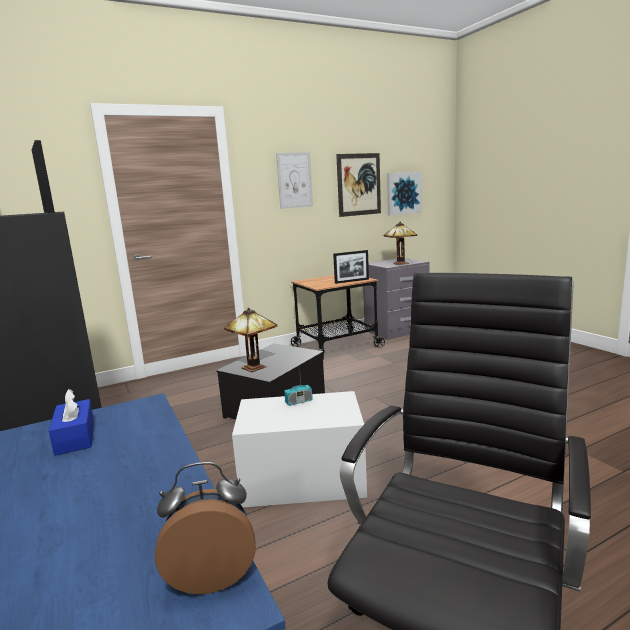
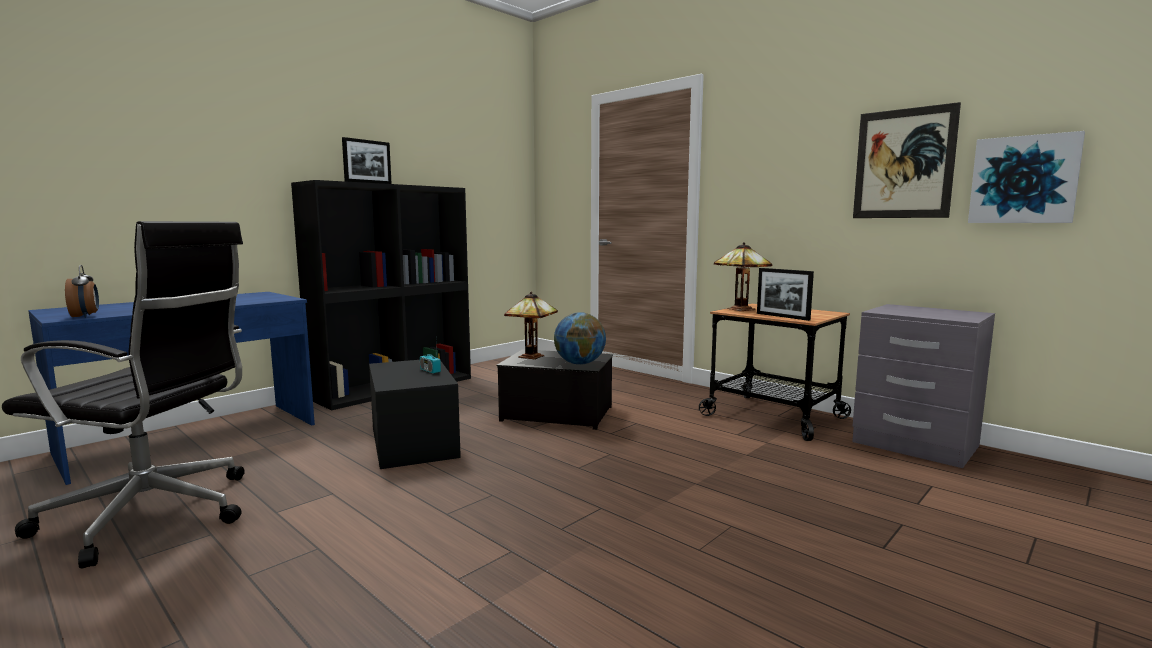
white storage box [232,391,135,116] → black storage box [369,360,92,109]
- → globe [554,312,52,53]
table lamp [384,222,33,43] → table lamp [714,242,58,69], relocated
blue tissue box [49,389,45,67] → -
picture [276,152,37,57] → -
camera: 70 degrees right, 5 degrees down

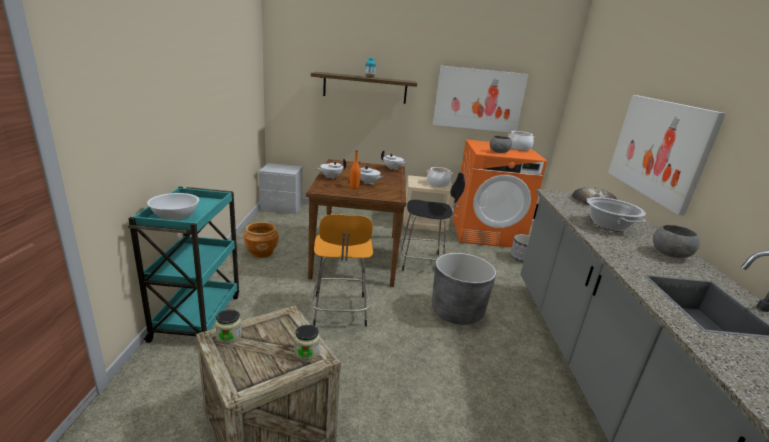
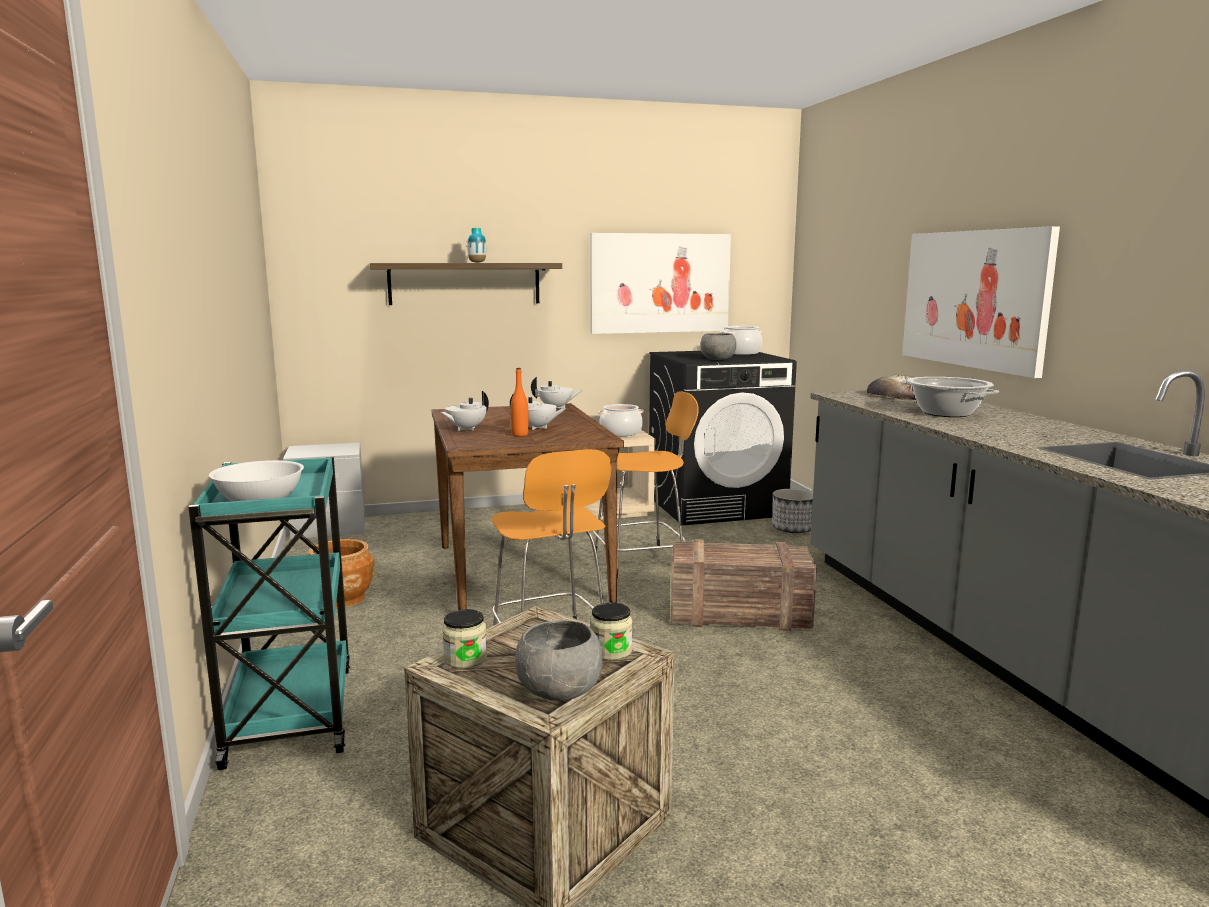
grey bowl [653,225,47,33] → grey bowl [515,620,88,81], relocated
black stool [400,173,65,98] → orange stool [593,391,106,187]
orange washing machine [453,139,94,109] → black washing machine [649,351,148,174]
grey planter [432,253,64,72] → crate [671,539,146,92]
camera: 15 degrees left, 10 degrees down

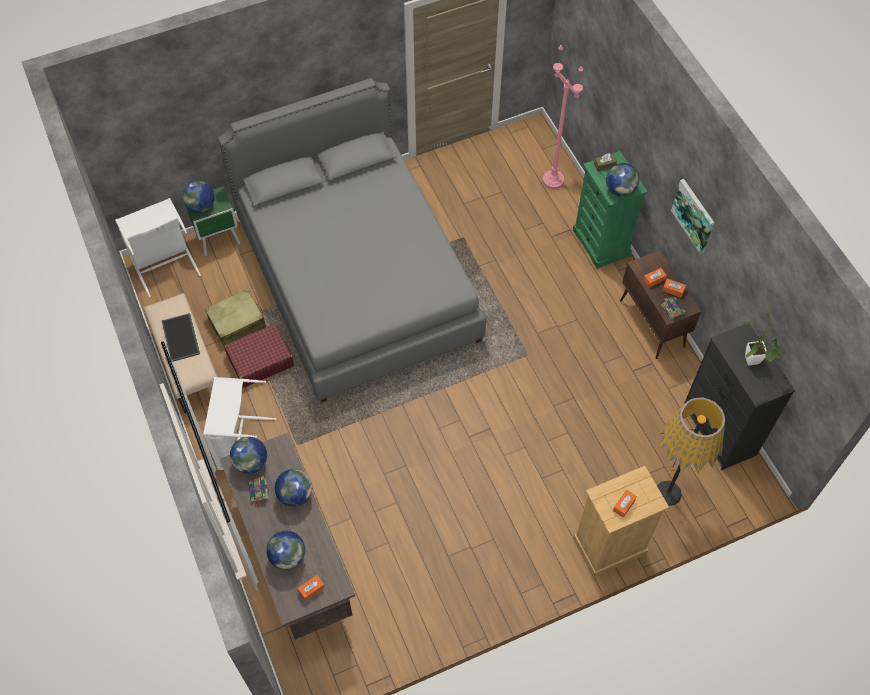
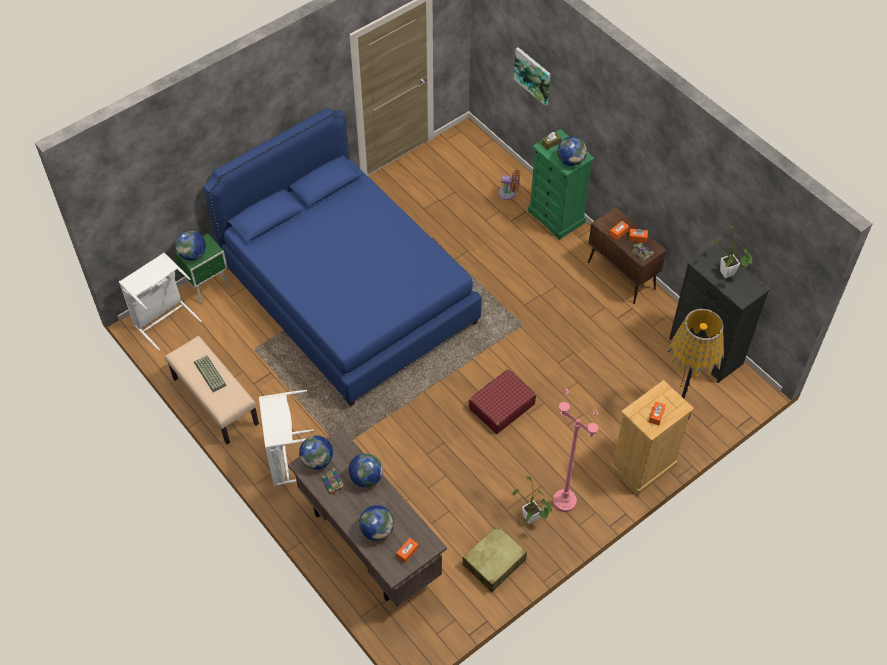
tray [162,313,38,48] → keyboard [194,355,32,37]
grey bed [218,78,268,324] → blue bed [203,108,279,298]
beige suitcase [205,289,61,57] → beige suitcase [463,525,64,67], relocated
red suitcase [224,324,70,63] → red suitcase [469,369,67,65], relocated
- → brown fan [498,170,22,30]
- → potted plant [512,476,40,48]
picture [671,179,43,75] → picture [514,47,37,59], relocated
pink floor lamp [543,45,40,145] → pink floor lamp [553,389,46,123], relocated
camera: 15 degrees left, 5 degrees down

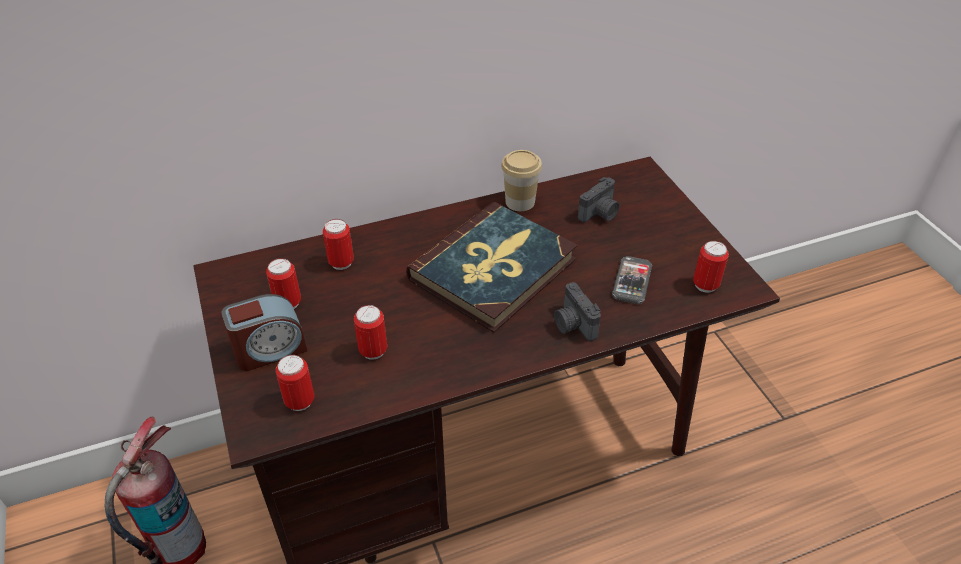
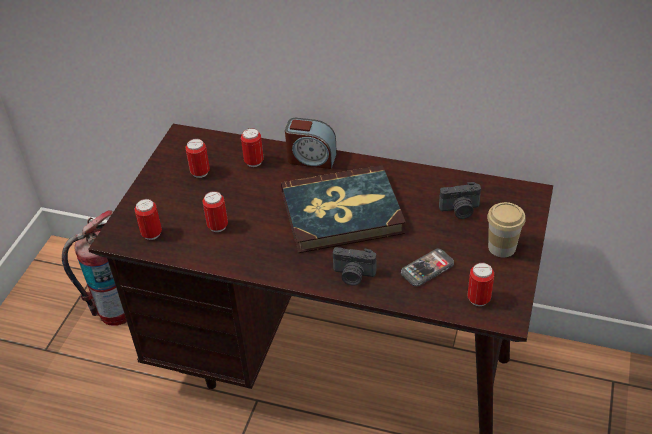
alarm clock [221,294,87,77] → alarm clock [285,118,52,51], relocated
photo camera [554,282,47,59] → photo camera [333,247,43,39], 90 degrees counterclockwise
cup [501,150,41,61] → cup [487,202,39,56], relocated
camera: 40 degrees right, 0 degrees up

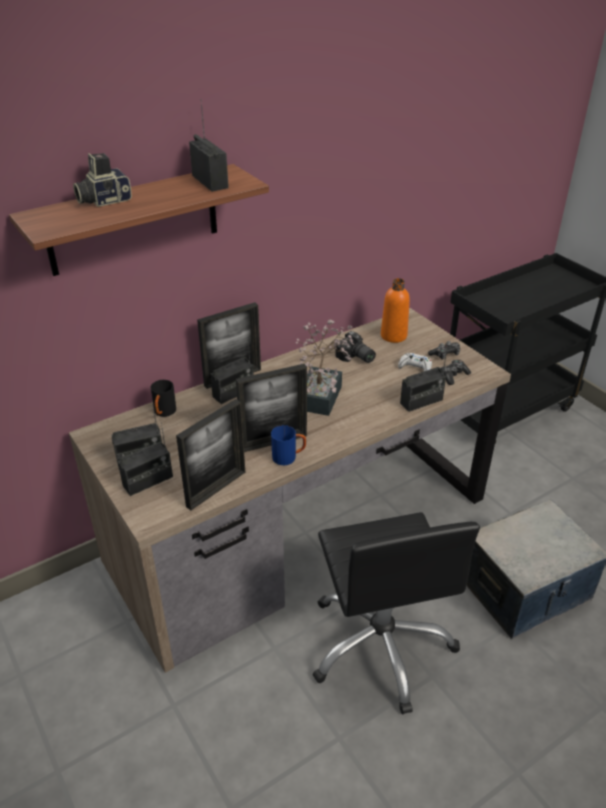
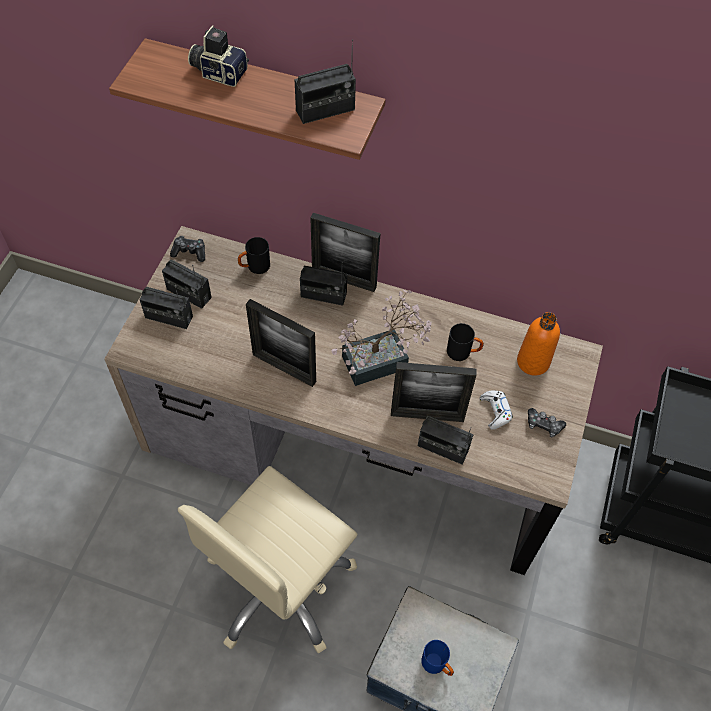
game controller [440,360,31,25] → game controller [170,236,35,26], relocated
black office chair [313,512,167,202] → beige office chair [178,466,179,187]
radio [189,99,40,93] → radio [294,39,62,85], 45 degrees clockwise
picture frame [176,399,69,111] → picture frame [391,362,86,60], relocated
blue mug [271,425,35,40] → blue mug [421,640,33,36], relocated
photo camera [335,331,41,32] → black mug [447,323,37,38]
camera: 50 degrees right, 20 degrees up

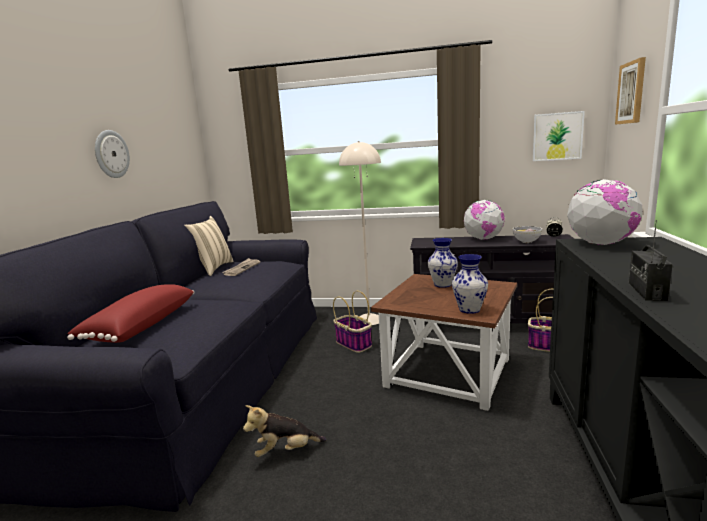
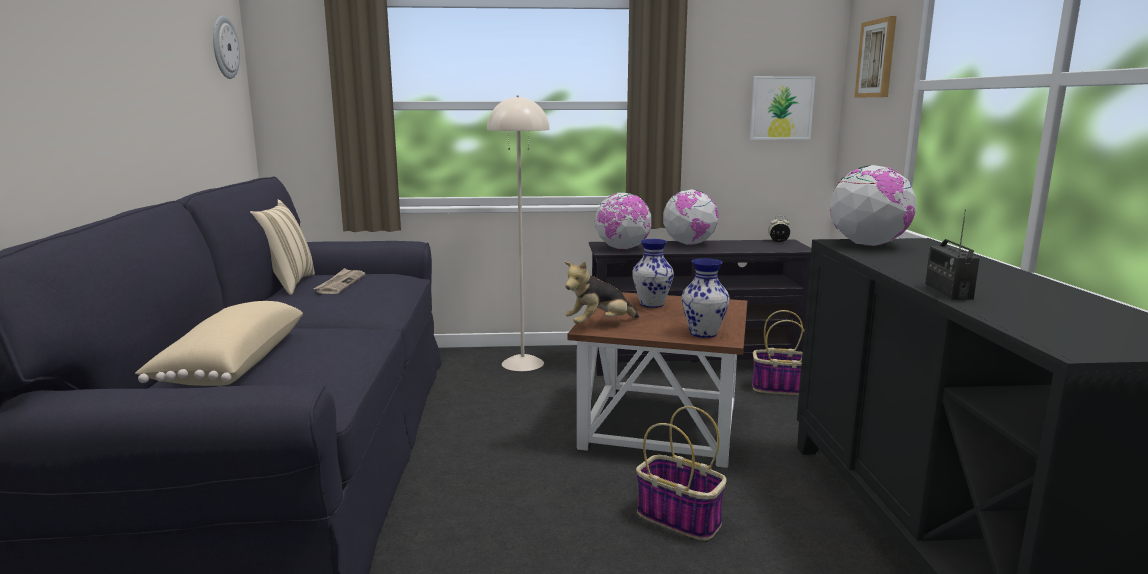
red pillow [67,284,128,59] → beige pillow [135,301,168,85]
wall clock [95,130,35,48] → wall clock [213,16,27,63], relocated
plush toy [243,405,83,52] → plush toy [565,261,74,63], relocated
- → globe [595,193,57,56]
basket [333,291,39,62] → basket [636,406,91,135], relocated
bowl [513,226,29,17] → -
camera: 15 degrees left, 0 degrees up

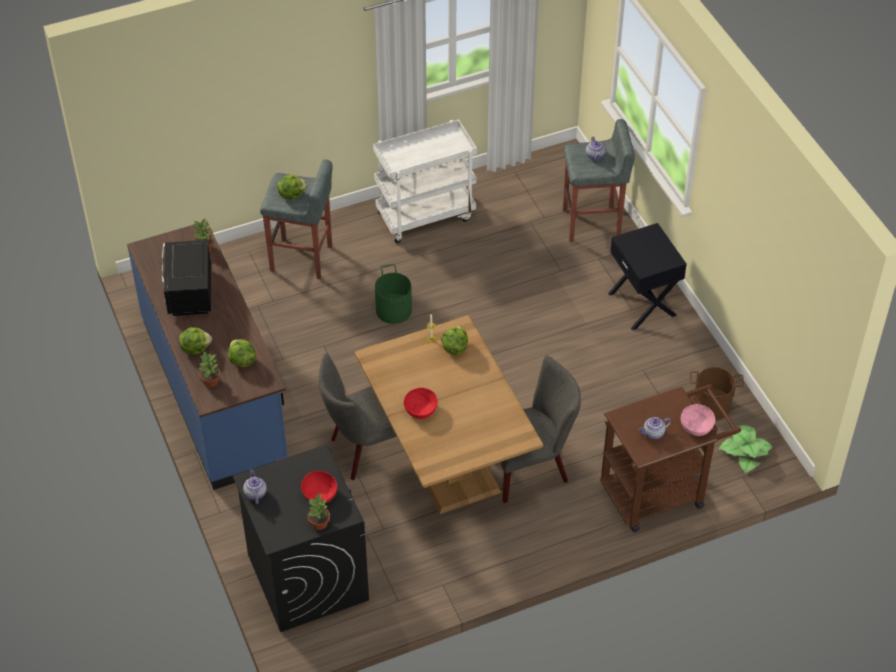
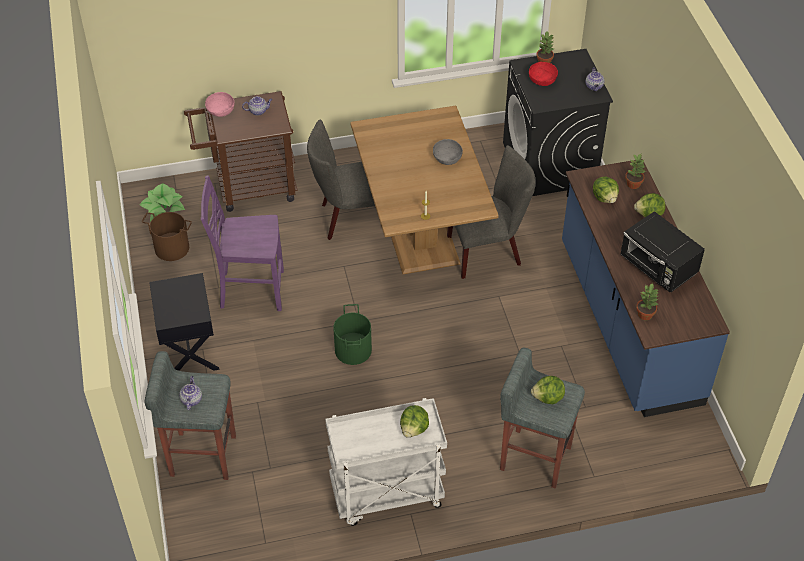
- → purple chair [201,176,83,135]
green bucket [375,264,37,60] → green bucket [333,304,39,61], relocated
lettuce [441,326,27,29] → lettuce [400,405,29,33], relocated
red bowl [404,388,34,31] → grey bowl [433,139,30,26]
black microwave [162,240,49,76] → black microwave [620,211,85,81], 135 degrees clockwise
camera: 170 degrees left, 0 degrees up

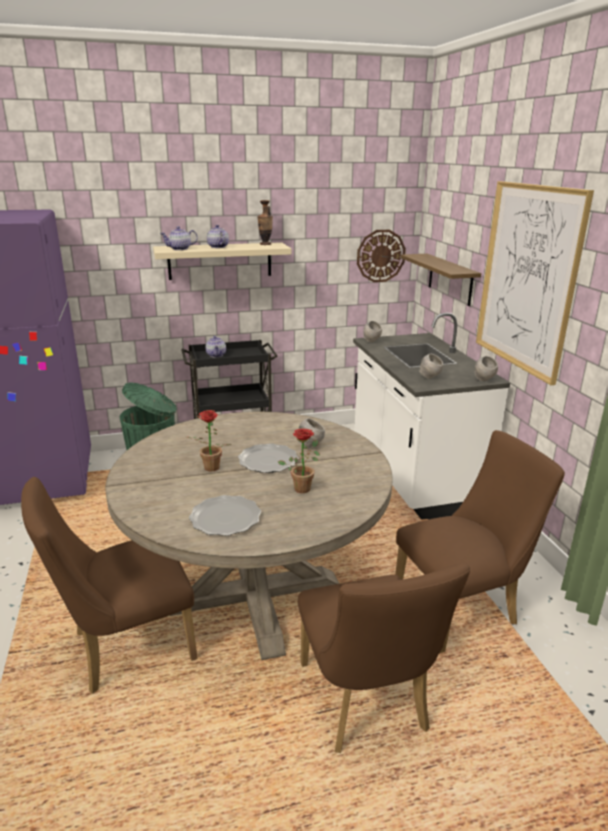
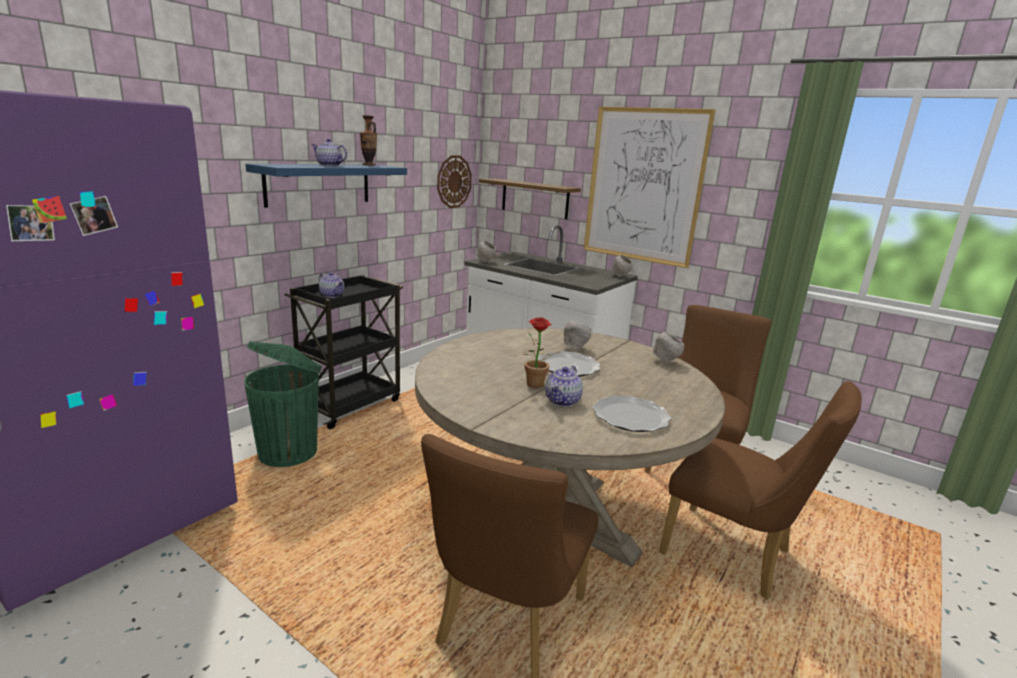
beige shelf [153,242,139,38] → blue shelf [246,164,161,44]
teapot [160,226,38,24] → teapot [545,366,38,41], relocated
grey bowl [419,354,24,25] → grey bowl [653,332,31,31], relocated
potted plant [278,429,42,64] → -
camera: 40 degrees left, 5 degrees down

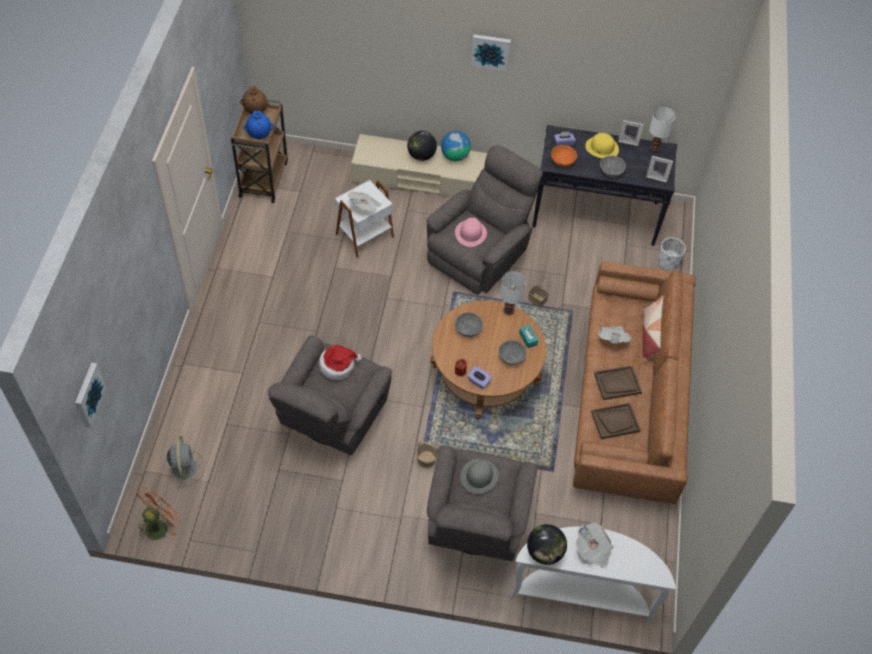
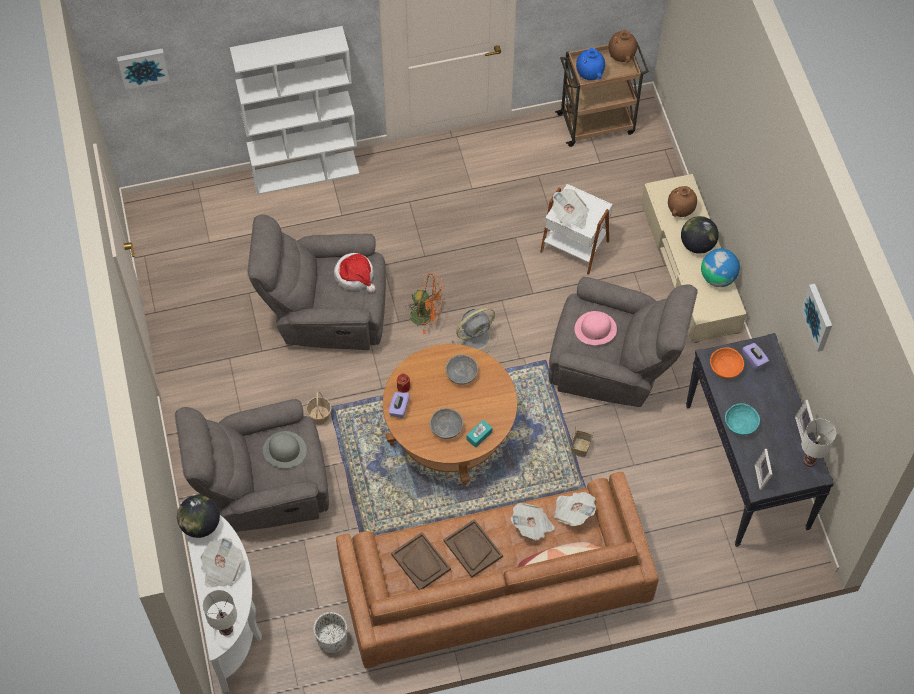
white table lamp [500,271,26,44] → white table lamp [203,590,34,45], relocated
- → white bookcase [230,26,129,169]
white planter [658,237,28,33] → white planter [313,612,34,41], relocated
orange fan [136,488,44,52] → orange fan [405,274,39,60], relocated
grey fan [164,436,40,52] → grey fan [452,308,46,45], relocated
- → newspaper [554,492,42,34]
- → brown vase [668,186,29,31]
grey bowl [600,156,26,21] → turquoise bowl [725,403,35,33]
picture [470,34,41,37] → picture [801,284,31,68], relocated
yellow hat [585,133,34,25] → -
camera: 70 degrees right, 5 degrees up

